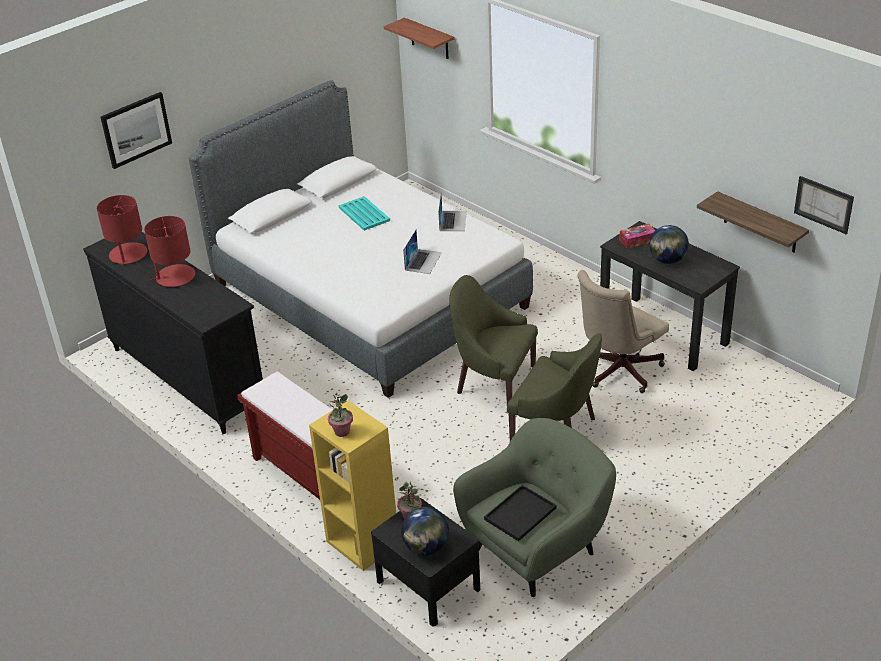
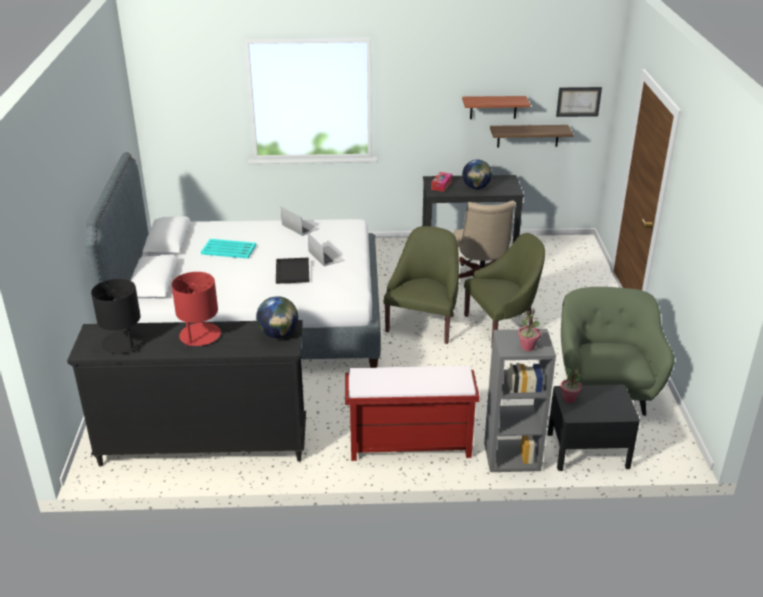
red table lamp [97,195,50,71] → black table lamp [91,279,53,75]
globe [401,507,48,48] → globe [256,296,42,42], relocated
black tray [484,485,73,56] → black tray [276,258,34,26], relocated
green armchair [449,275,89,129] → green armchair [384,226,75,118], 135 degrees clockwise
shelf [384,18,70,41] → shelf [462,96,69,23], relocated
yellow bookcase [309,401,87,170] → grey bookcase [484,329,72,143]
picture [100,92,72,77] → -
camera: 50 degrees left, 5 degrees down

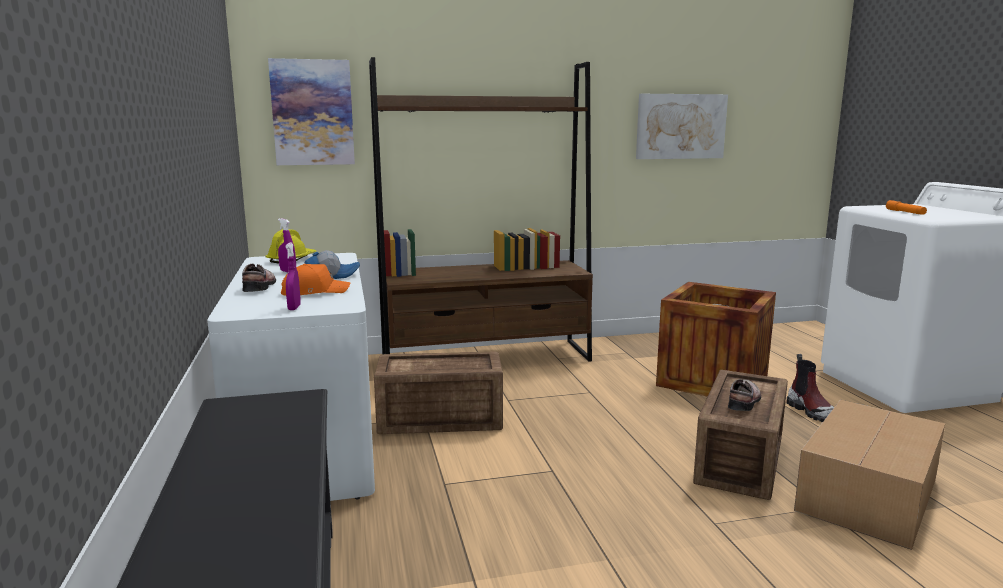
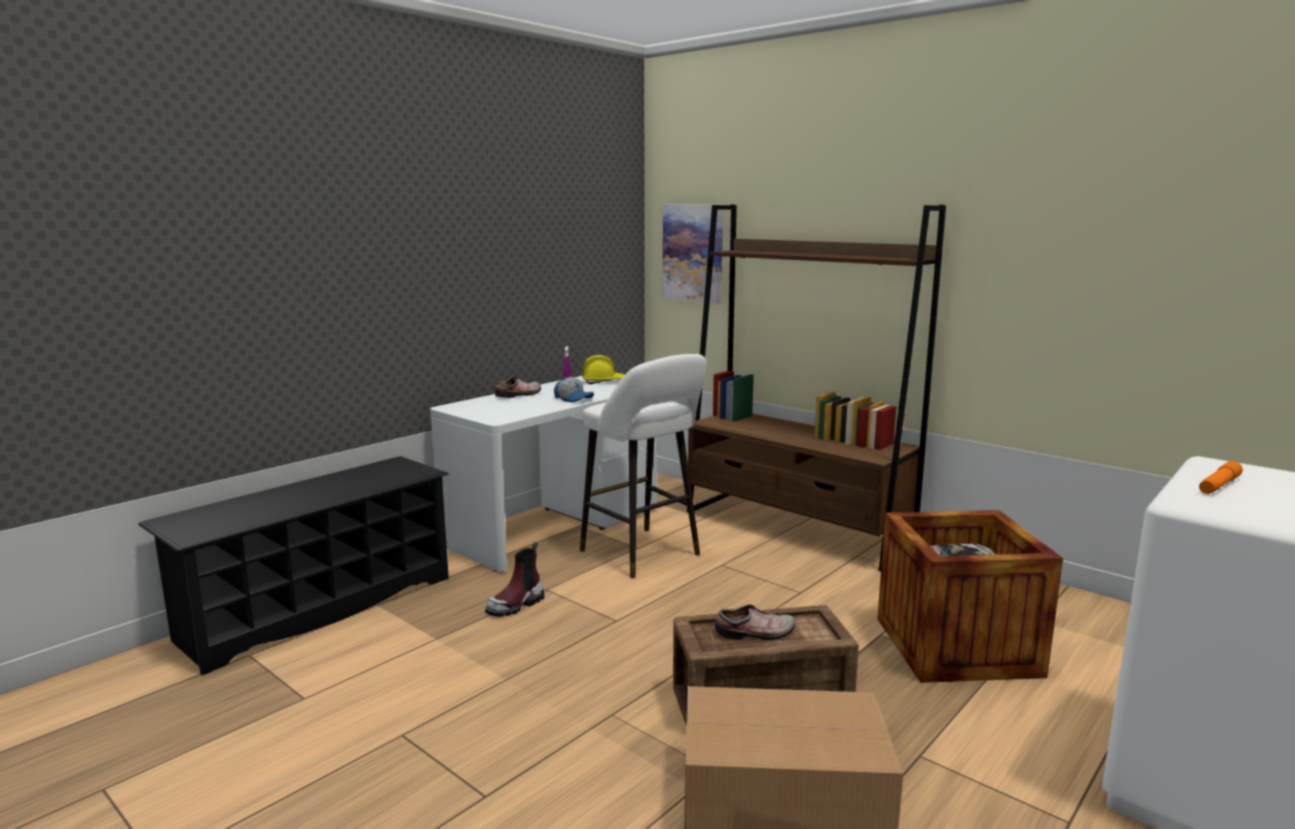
boot [786,354,48,68] → boot [485,542,59,75], relocated
crate [374,351,129,83] → white stool [580,354,127,224]
orange cap [281,264,69,32] → -
purple spray bottle [285,242,16,68] → -
picture [636,94,92,65] → -
camera: 55 degrees right, 0 degrees up

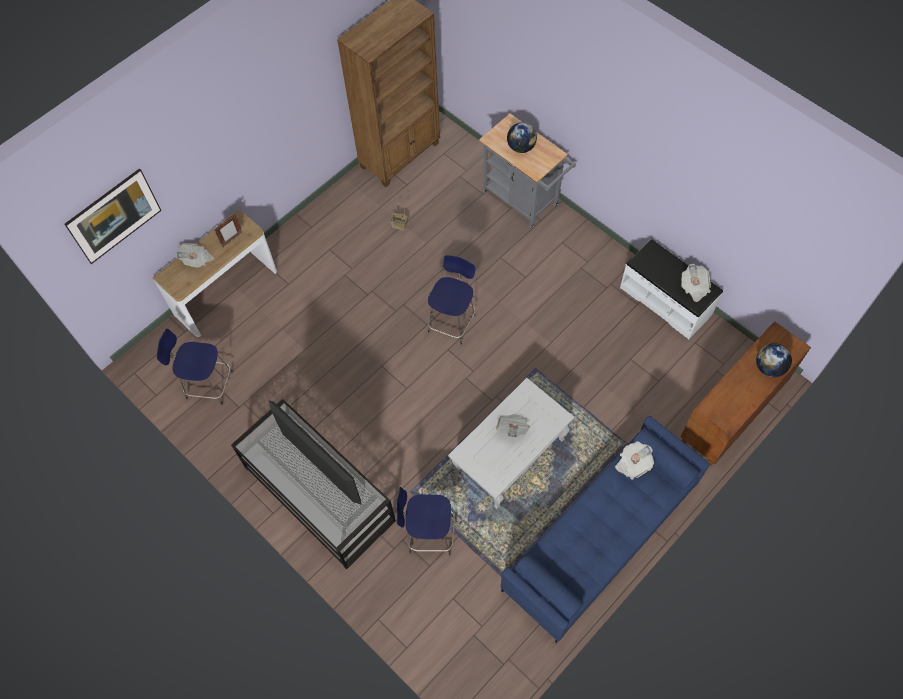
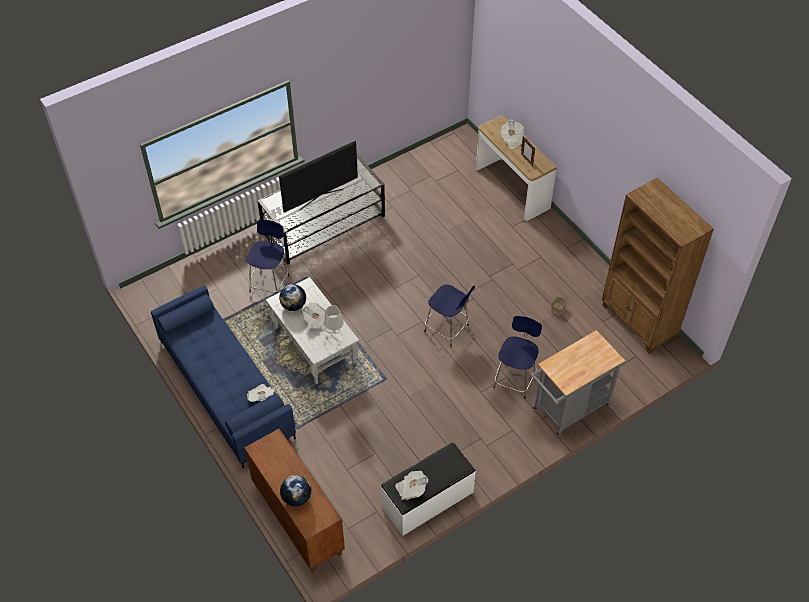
globe [507,122,30,31] → globe [279,284,27,27], relocated
- → grey table lamp [322,306,22,39]
blue stool [157,329,76,76] → blue stool [494,316,48,83], relocated
picture [64,168,97,96] → -
camera: 100 degrees right, 10 degrees down

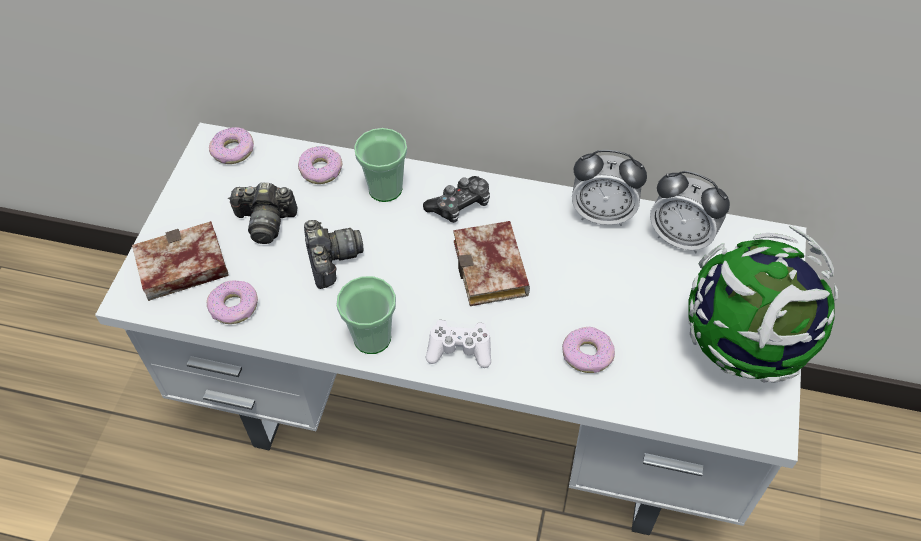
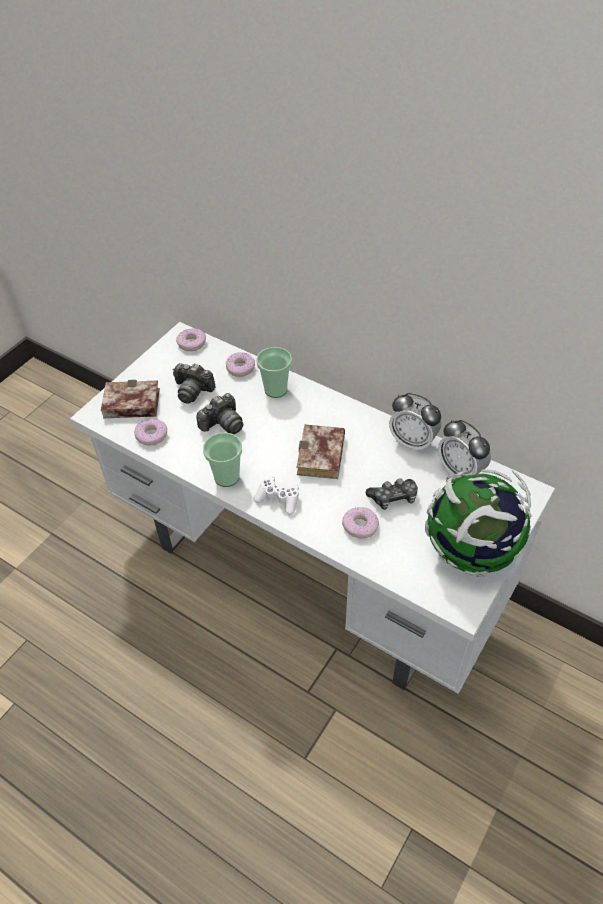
photo camera [304,220,59,69] → photo camera [196,393,47,41], 45 degrees clockwise
game controller [423,176,67,47] → game controller [366,478,52,32], relocated
camera: 20 degrees right, 5 degrees down

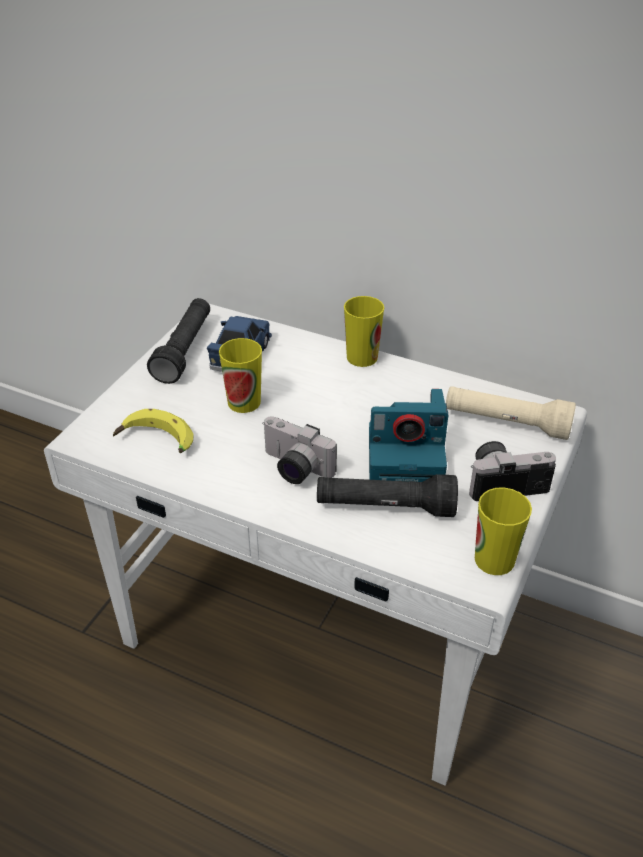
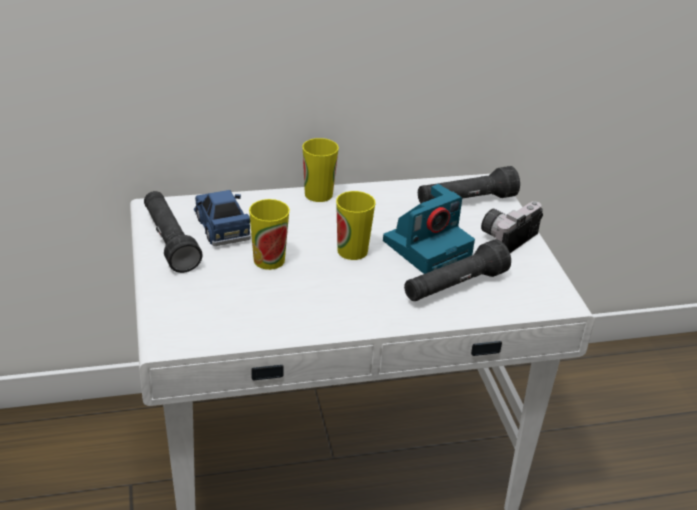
cup [475,488,57,87] → cup [336,191,40,69], relocated
beige flashlight [446,386,130,54] → black flashlight [418,166,102,37]
banana [113,409,81,44] → -
photo camera [262,416,75,68] → -
camera: 40 degrees left, 5 degrees down

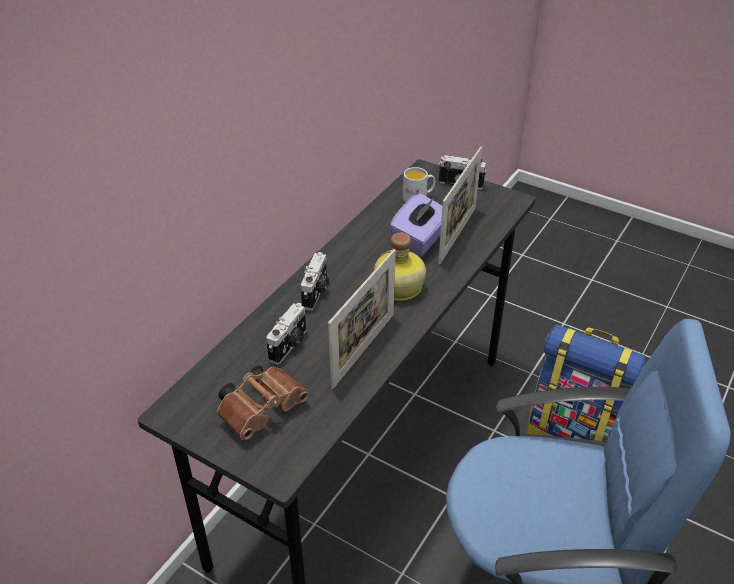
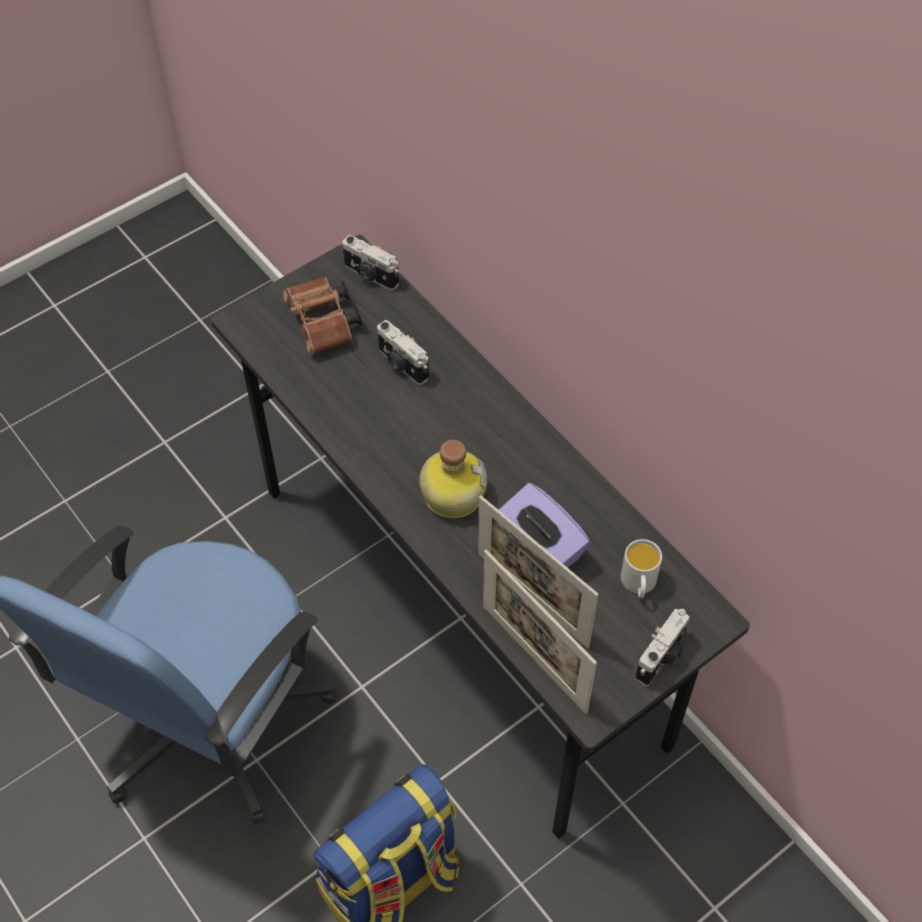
photo camera [301,252,28,59] → photo camera [342,235,57,56], relocated
picture frame [328,249,68,140] → picture frame [483,550,114,164], relocated
camera: 110 degrees right, 15 degrees up

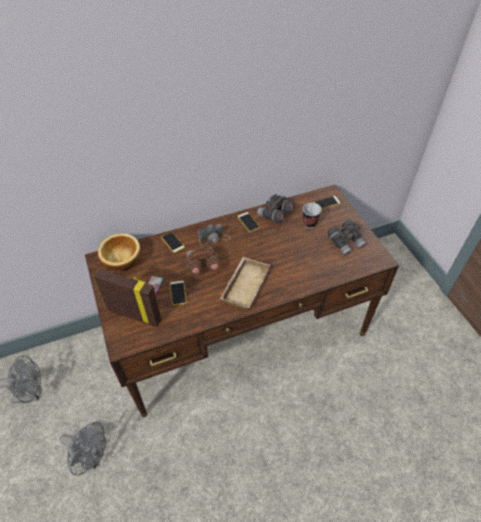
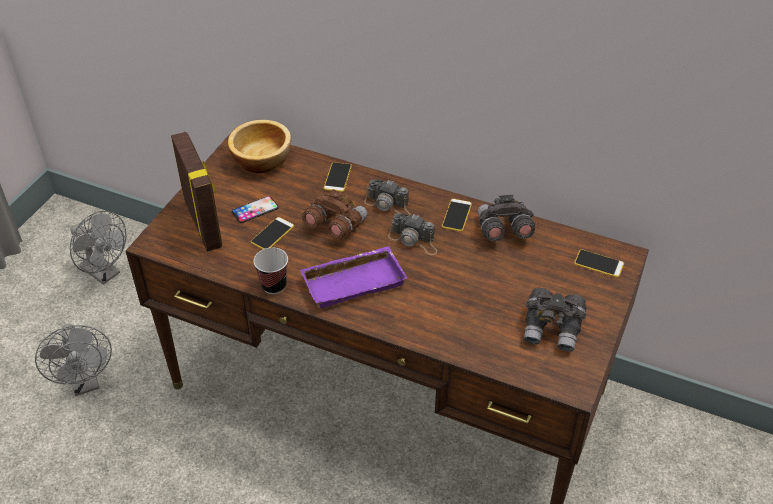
cup [303,203,19,25] → cup [254,248,34,46], relocated
beige tray [220,257,50,52] → purple tray [300,246,107,62]
- → photo camera [388,213,49,42]
camera: 45 degrees right, 5 degrees down

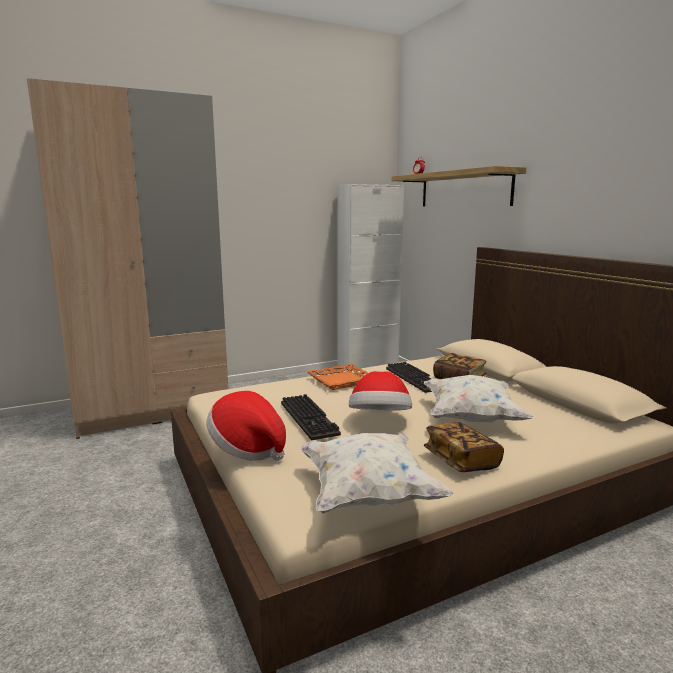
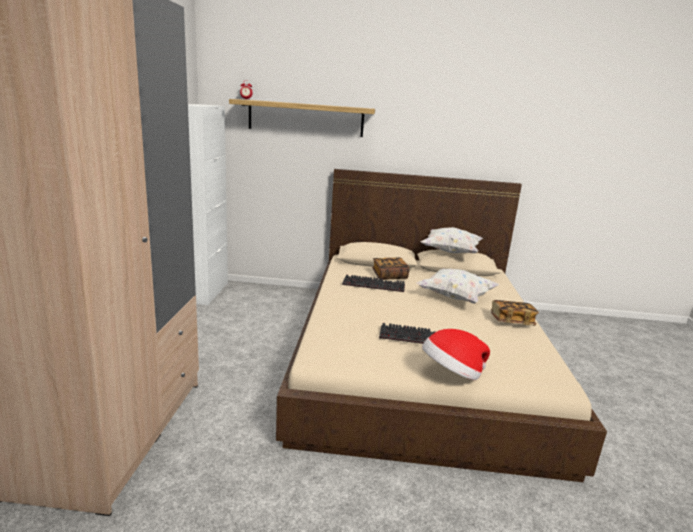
white pillow [300,433,154,81] → white pillow [421,227,62,26], relocated
orange tray [307,363,61,27] → -
hat [349,371,63,39] → -
camera: 60 degrees left, 5 degrees up

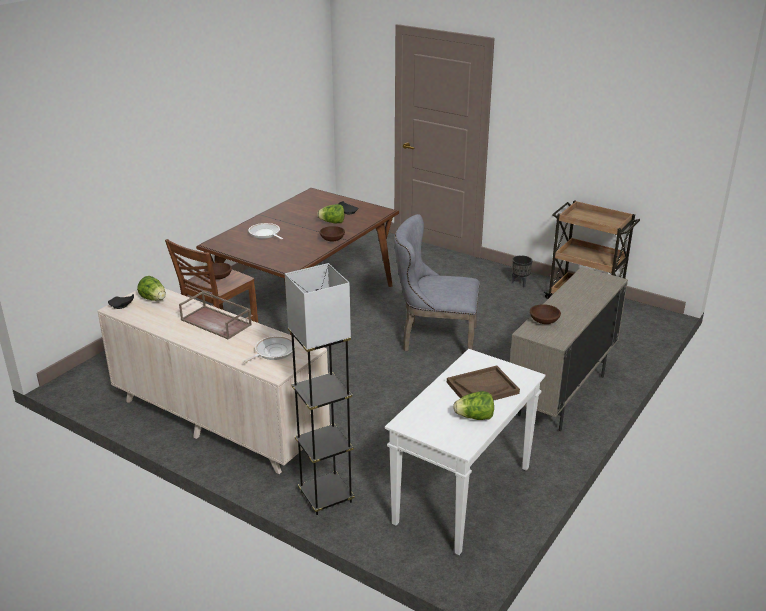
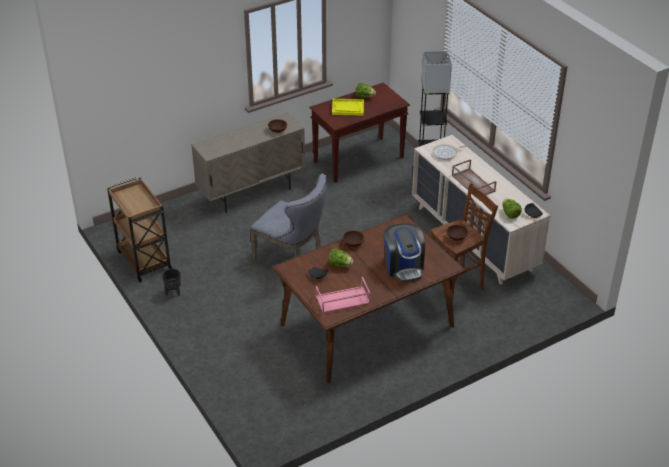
white console table [385,349,160,206] → brown console table [310,82,100,101]
- → pink tray [316,277,55,36]
brown tray [447,366,73,35] → yellow tray [332,99,32,17]
frying pan [248,223,35,17] → coffee machine [383,223,42,59]
camera: 155 degrees left, 10 degrees up

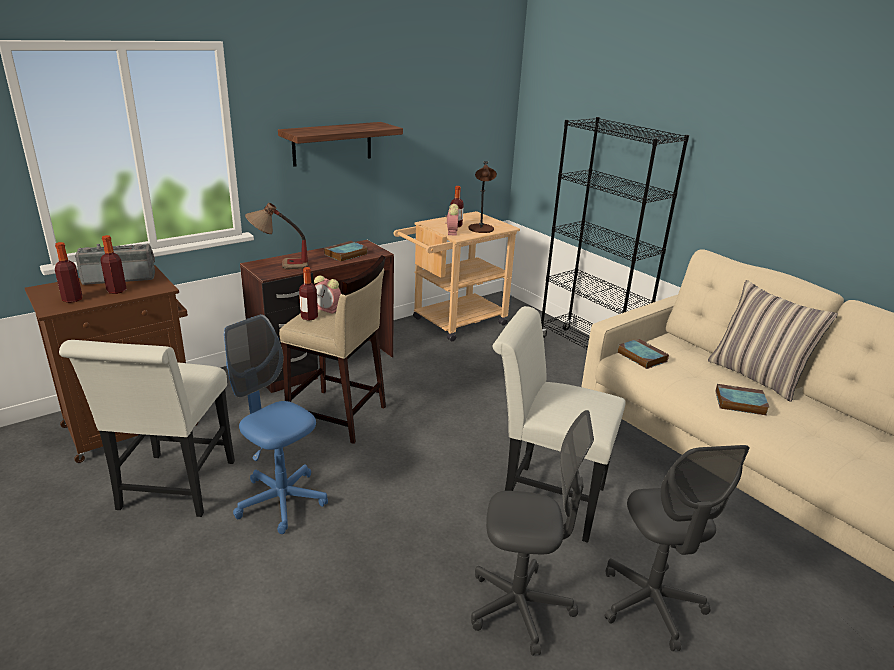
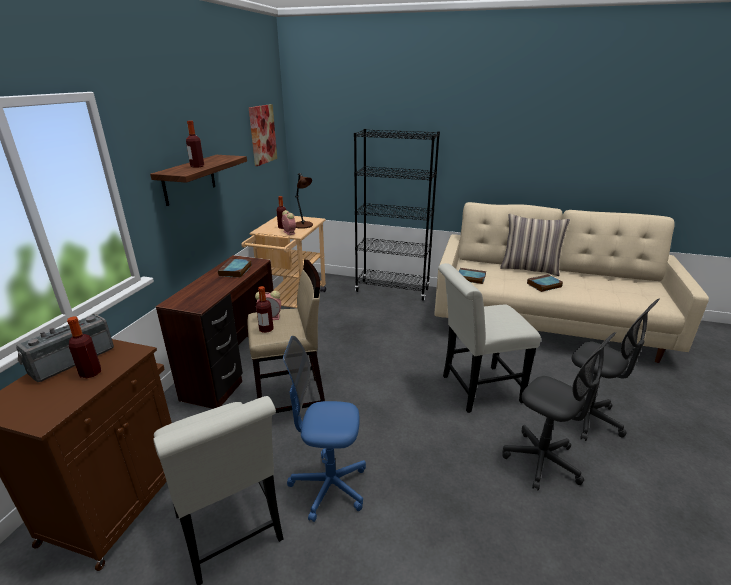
bottle [55,242,28,61] → bottle [186,121,18,47], relocated
- → picture [249,104,28,62]
grey office chair [471,410,123,246] → grey office chair [502,332,114,158], 75 degrees clockwise
table lamp [245,203,63,66] → -
camera: 35 degrees left, 0 degrees up

